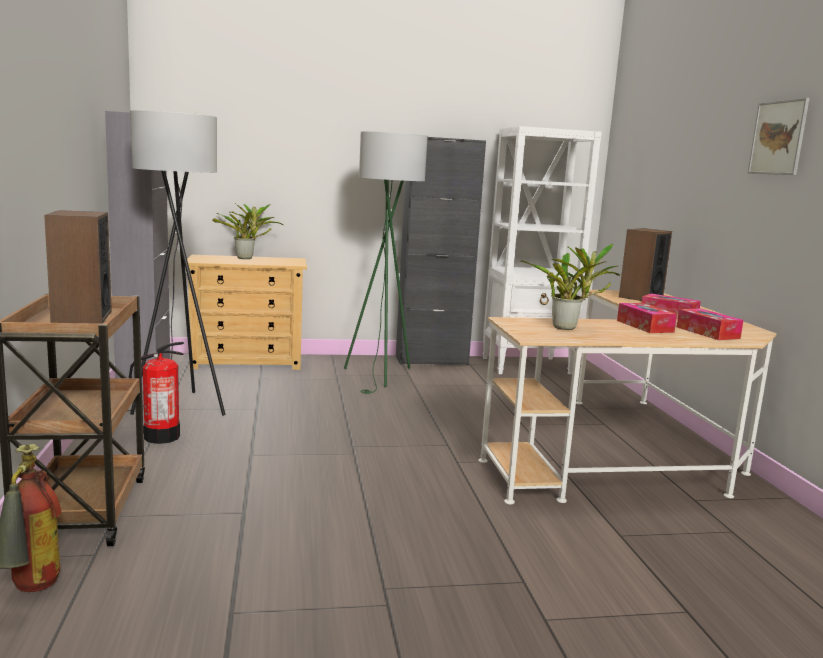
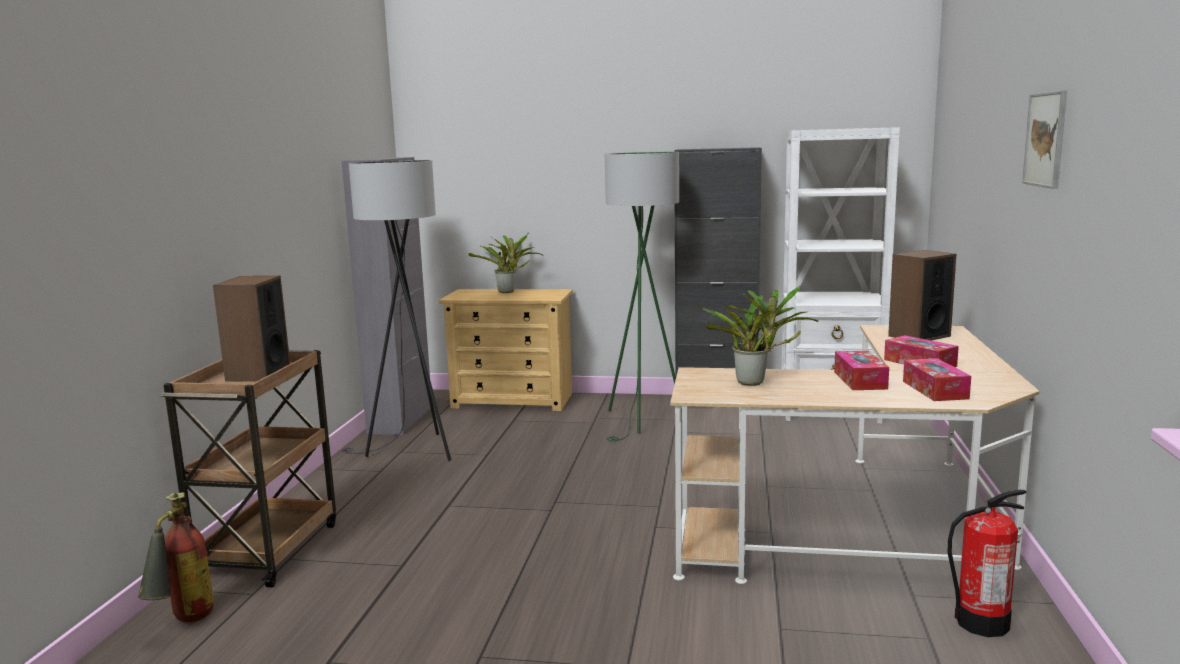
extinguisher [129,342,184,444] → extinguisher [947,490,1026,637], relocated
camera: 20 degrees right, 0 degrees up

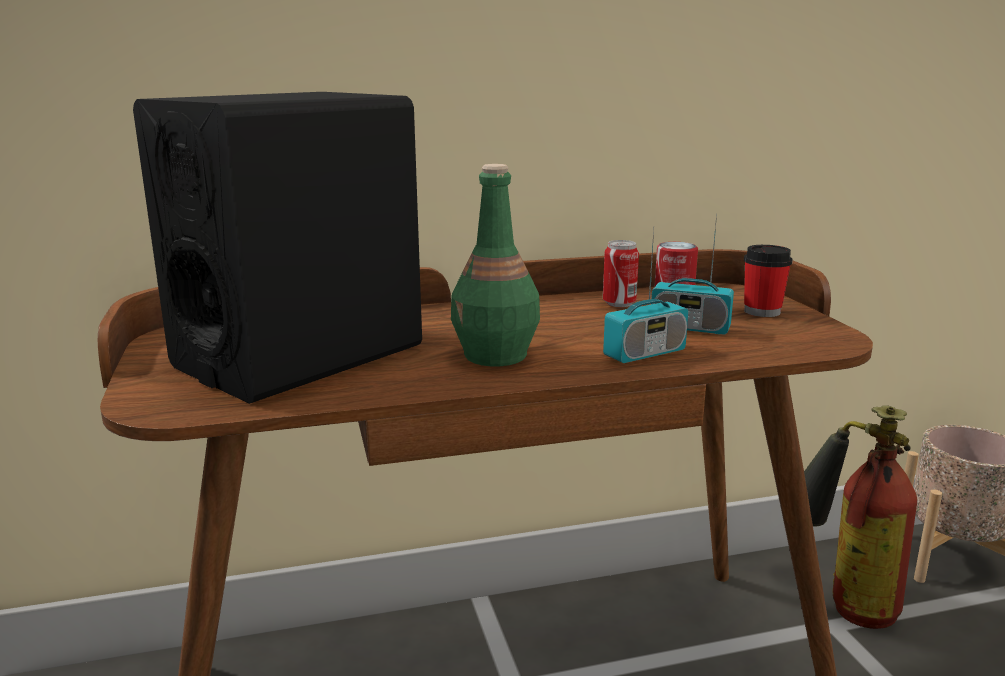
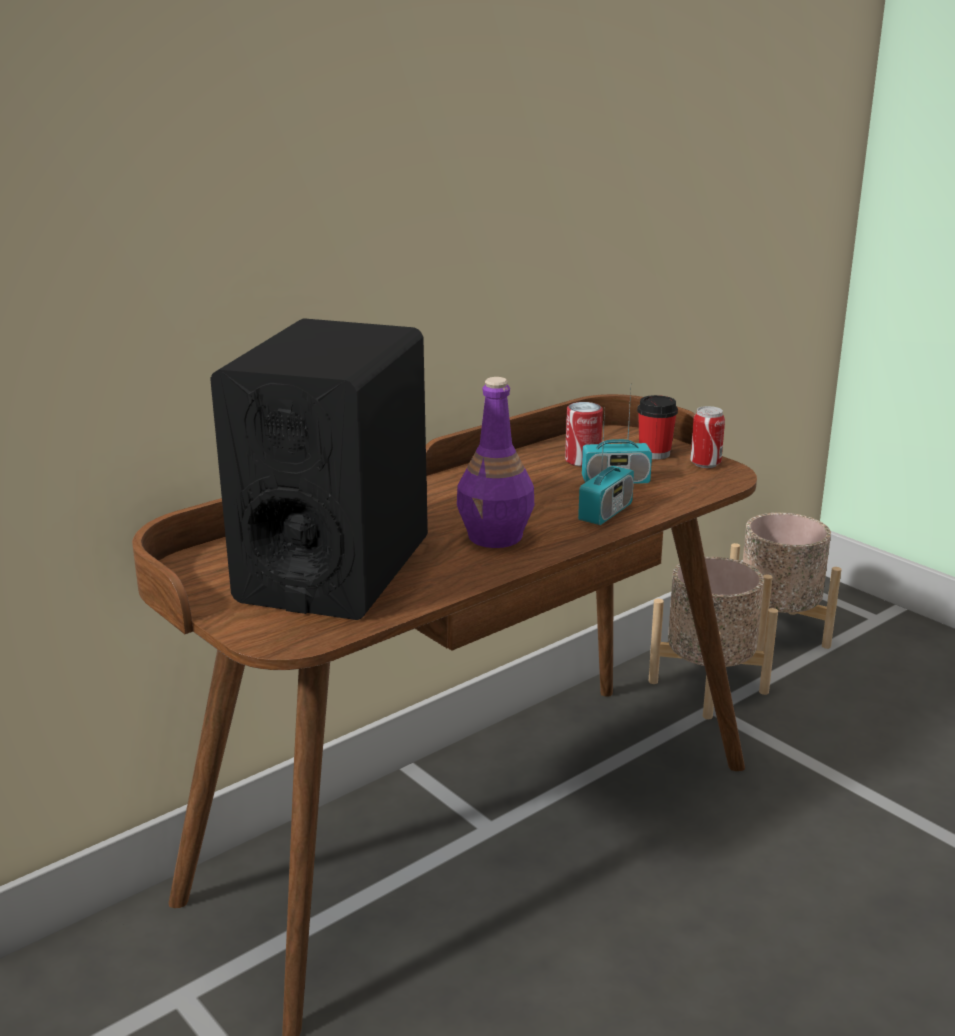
greenish beverage bottle [451,164,540,366] → purple beverage bottle [457,377,534,548]
sealed can [603,240,639,307] → sealed can [690,406,725,468], relocated
extinguisher [804,405,917,629] → sand-coloured flower pot [649,557,778,719]
camera: 25 degrees left, 5 degrees up

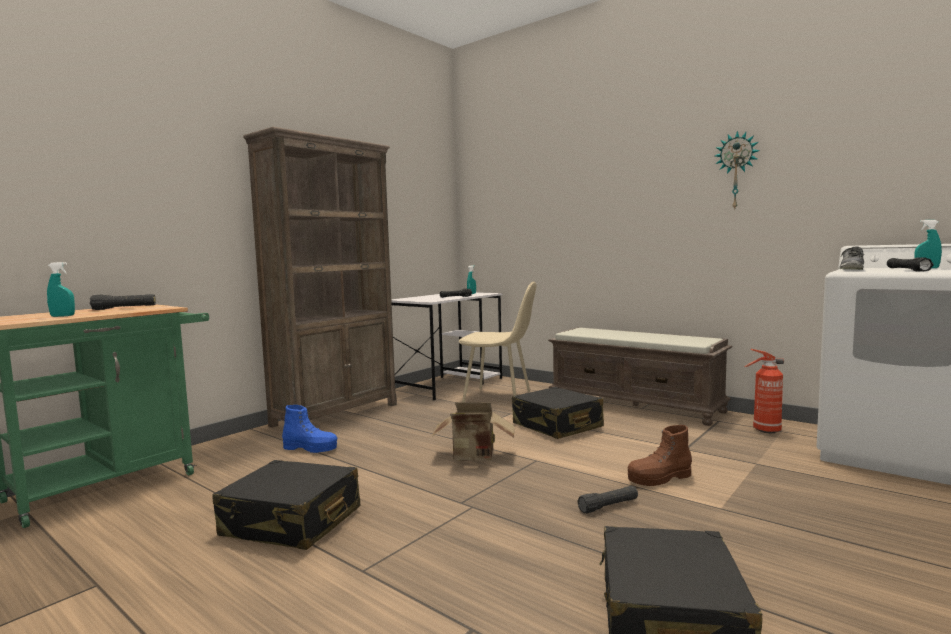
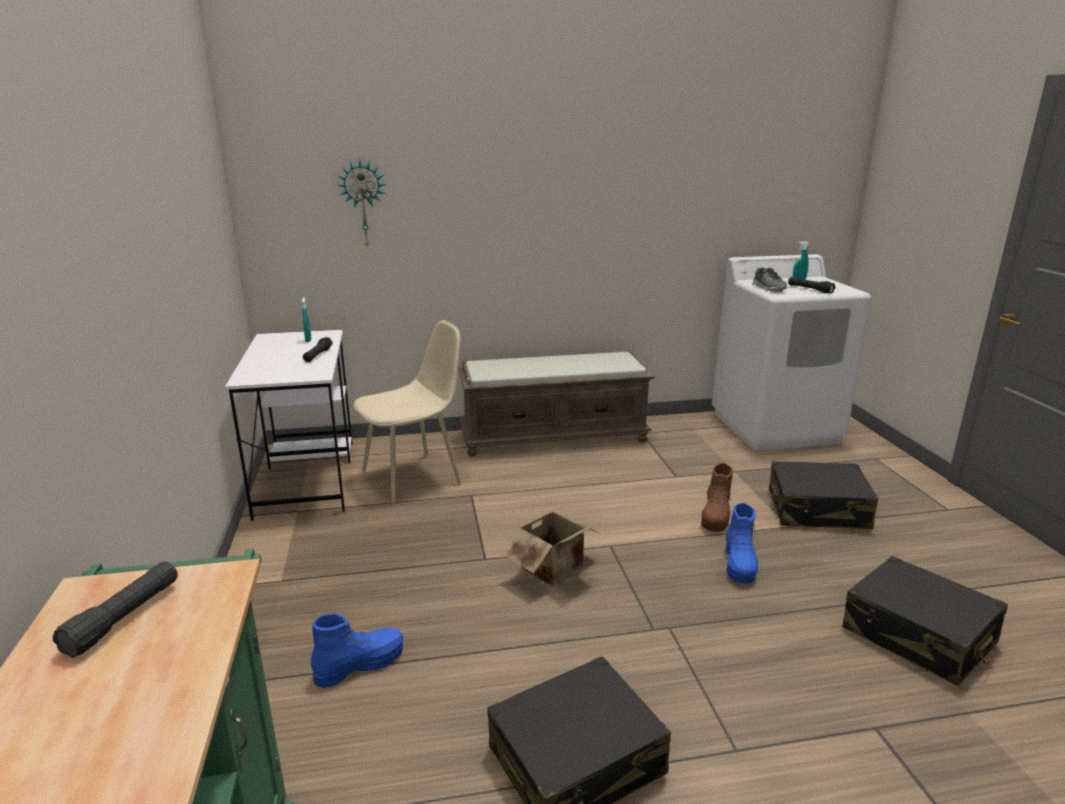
turquoise spray bottle [47,262,75,317] → -
brownish bookshelf [243,127,397,428] → -
blackish piece of luggage [512,387,604,439] → blackish piece of luggage [769,461,878,529], relocated
blackish torch [577,486,638,514] → blue tall boot [725,503,758,584]
wall clock [715,131,760,211] → wall clock [337,160,386,249], relocated
extinguisher [745,349,784,433] → -
camera: 50 degrees left, 15 degrees up

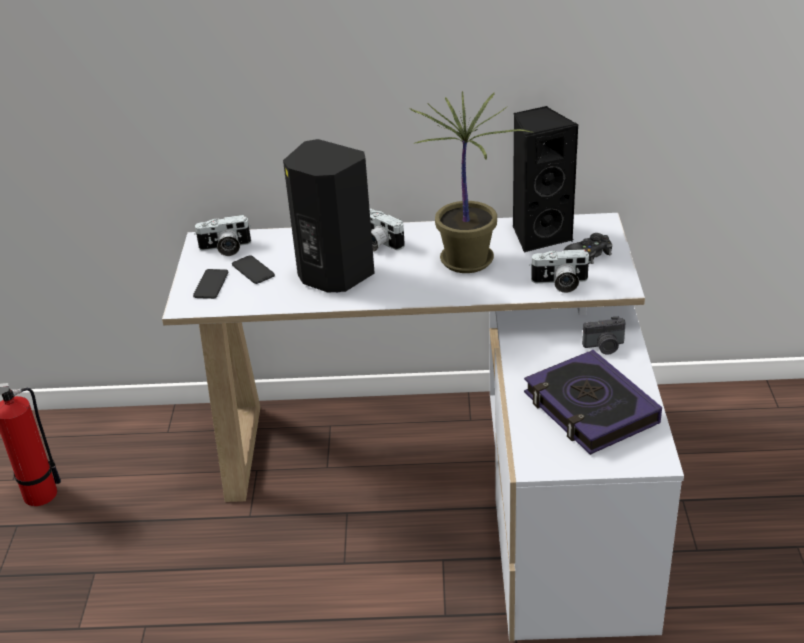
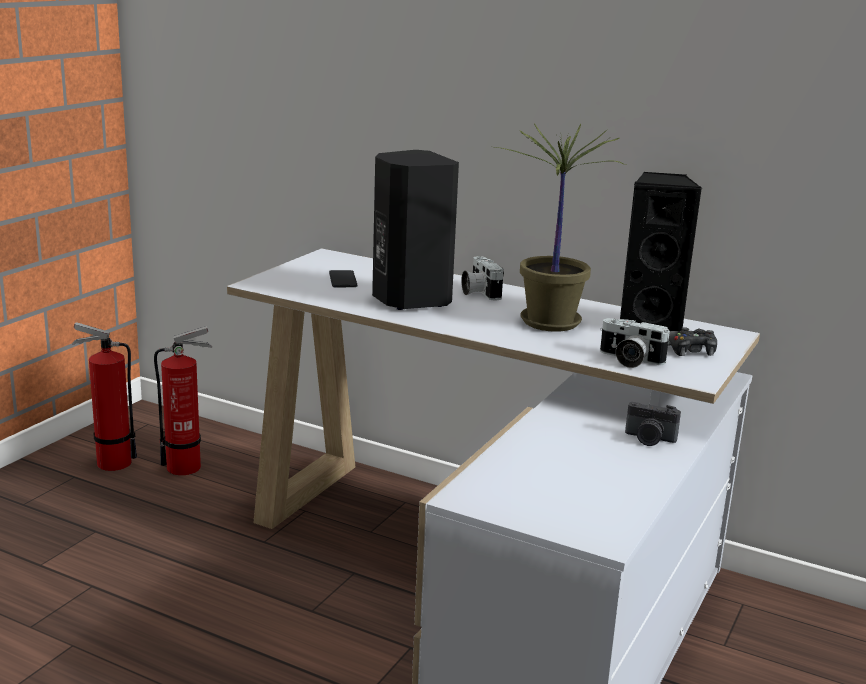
handset [193,269,228,299] → -
still camera [194,215,251,256] → -
bound book [524,350,662,455] → -
- → extinguisher [154,326,212,475]
camera: 25 degrees right, 15 degrees down

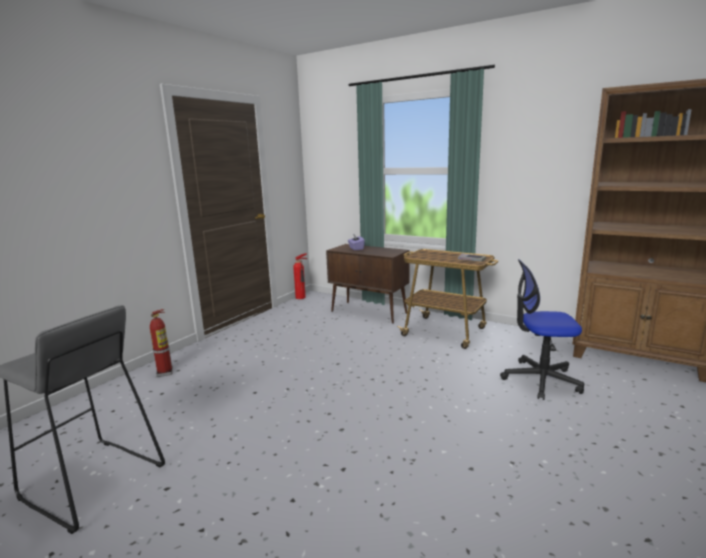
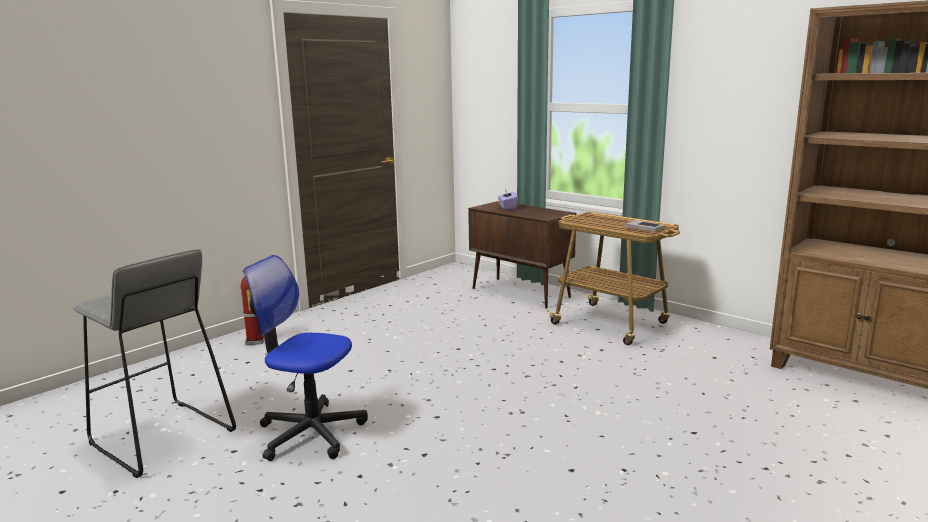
extinguisher [293,253,308,299] → -
computer chair [500,259,584,400] → computer chair [244,255,368,461], relocated
camera: 10 degrees right, 0 degrees up

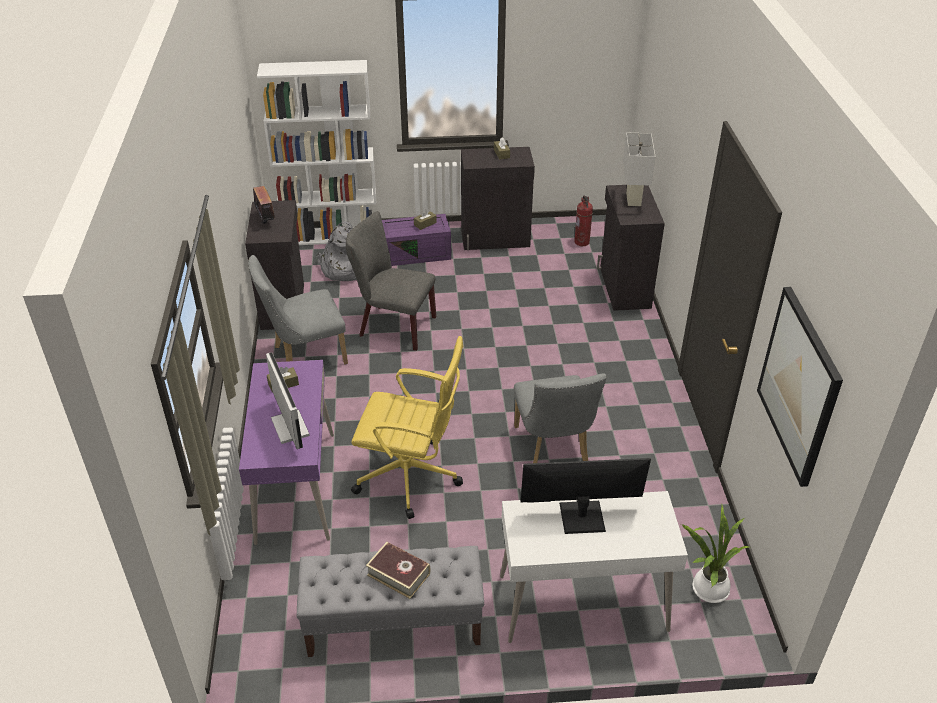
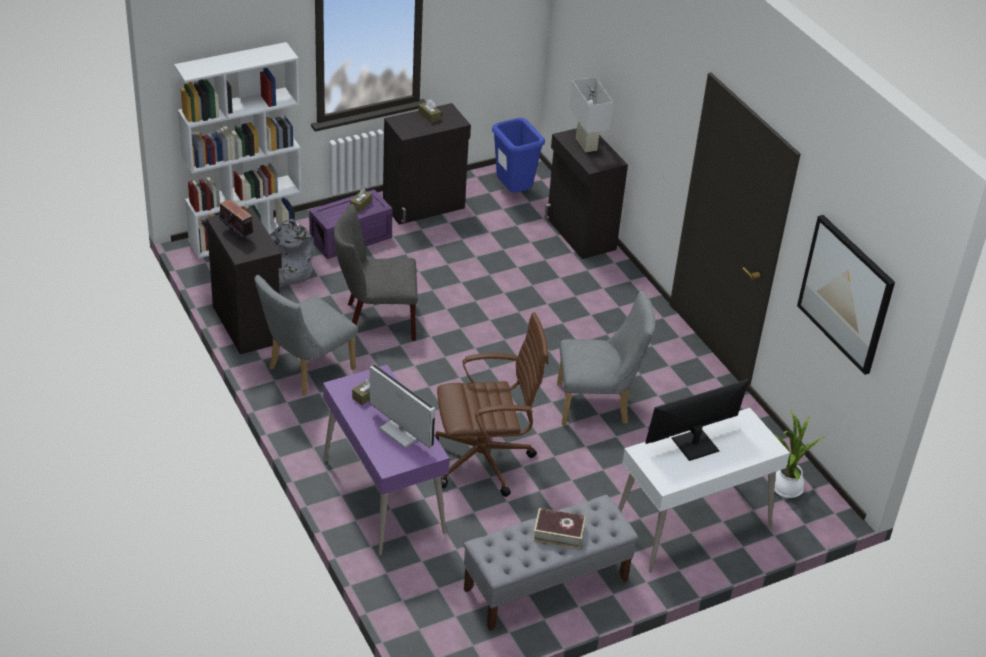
yellow computer chair [351,336,464,519] → brownish computer chair [435,312,549,497]
greyish upright chair [514,373,607,463] → greyish upright chair [557,291,655,425], 60 degrees counterclockwise
extinguisher [574,196,593,246] → blue trash can [492,118,545,193]
camera: 25 degrees left, 0 degrees up

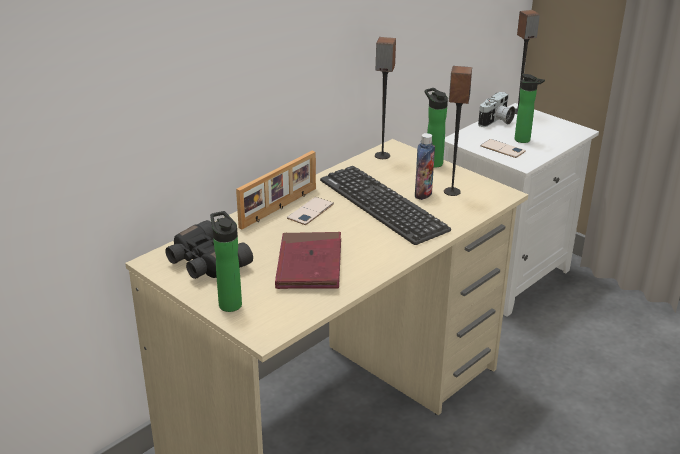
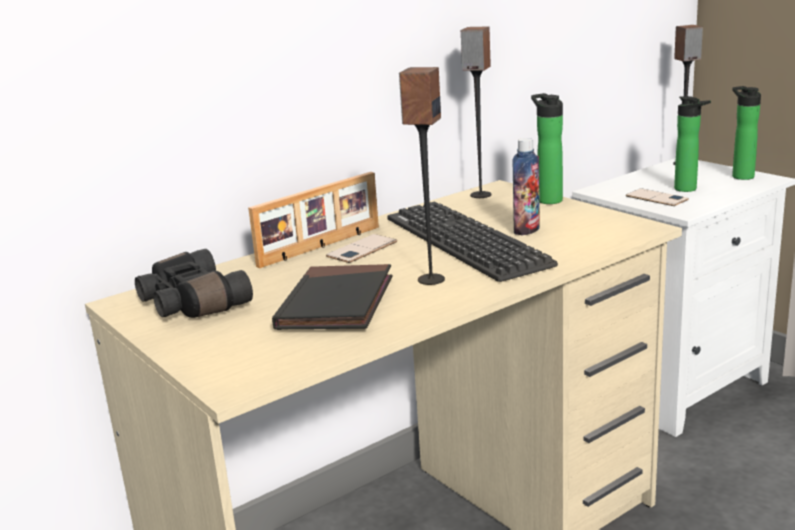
beverage bottle [210,211,242,312] → beverage bottle [732,86,761,180], relocated
reddish bound book [275,232,341,289] → blackish bound book [272,264,392,330]
audio speaker [444,66,472,196] → audio speaker [399,67,445,285], relocated
still camera [478,92,515,127] → -
camera: 10 degrees right, 10 degrees down

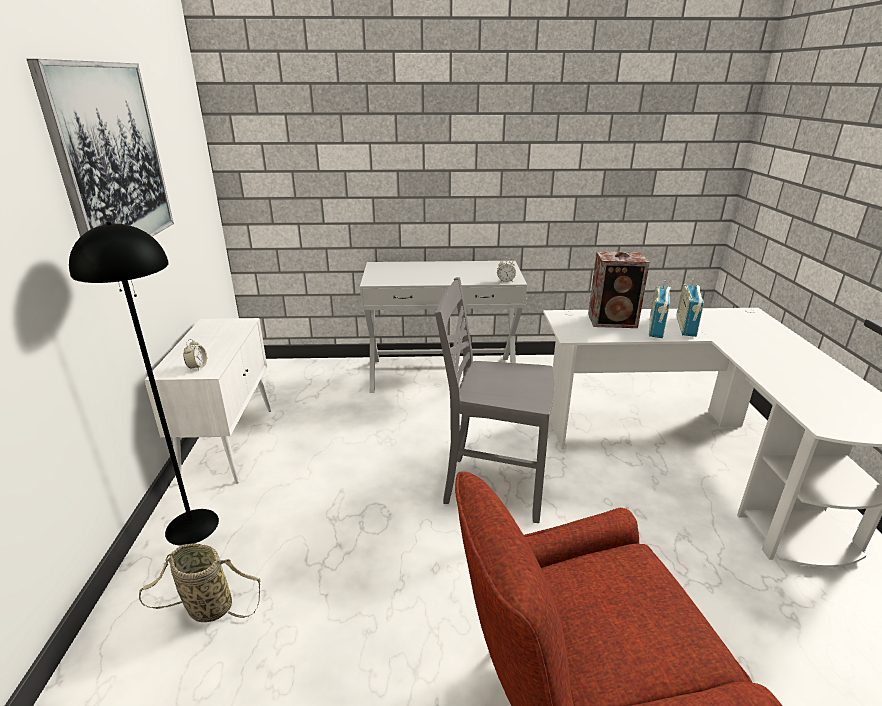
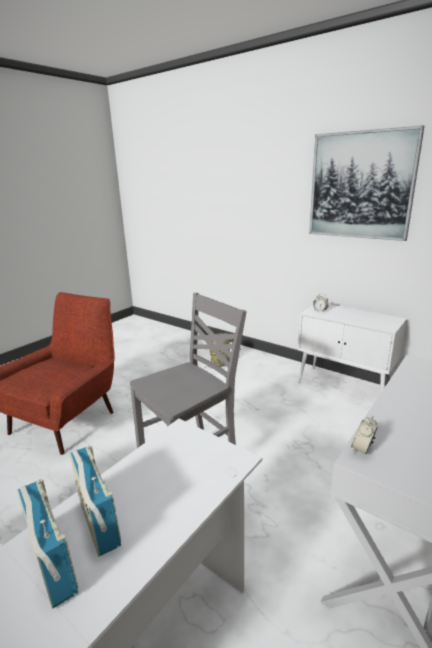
blackish floor lamp [69,222,219,546] → -
audio speaker [588,251,650,328] → -
camera: 130 degrees right, 5 degrees down

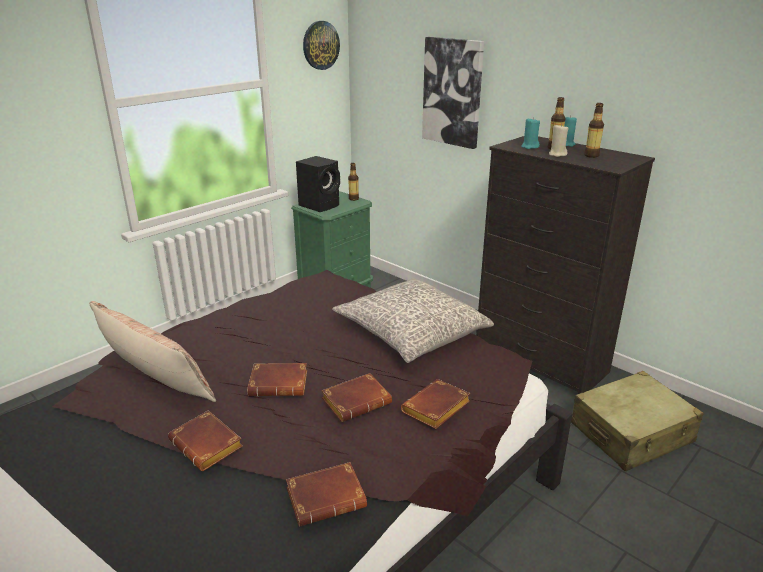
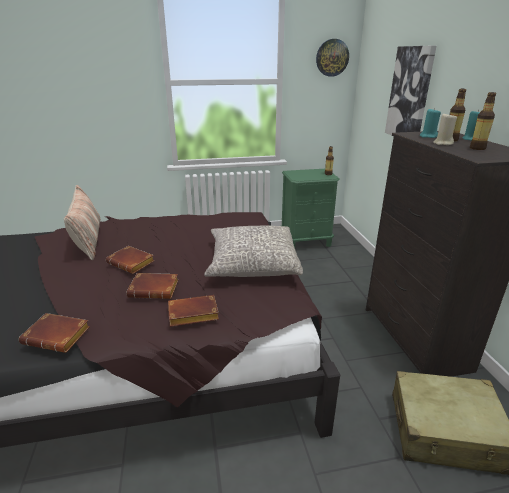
brownish bound book [168,410,243,471] → -
blackish audio speaker [296,156,340,212] → -
camera: 35 degrees right, 0 degrees up

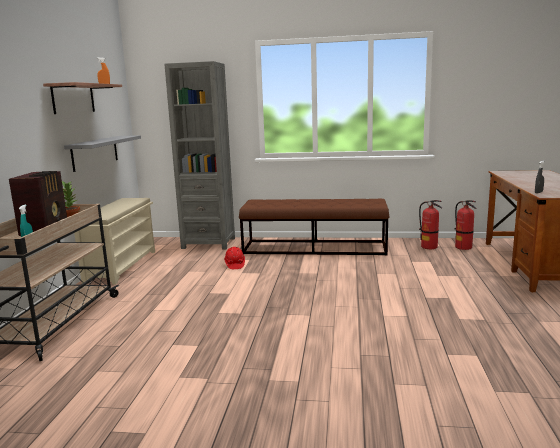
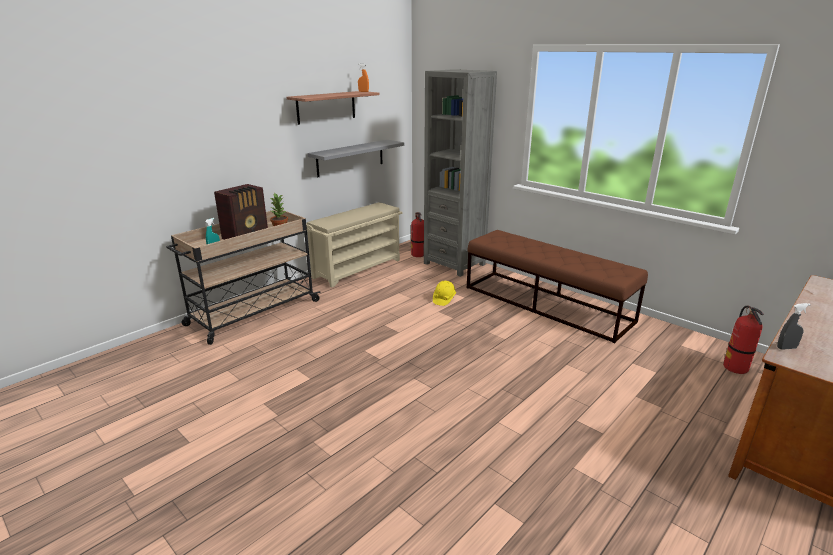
reddish work helmet [224,247,245,269] → yellow work helmet [433,281,456,306]
extinguisher [419,200,442,249] → extinguisher [411,212,424,257], relocated
camera: 35 degrees right, 10 degrees up

